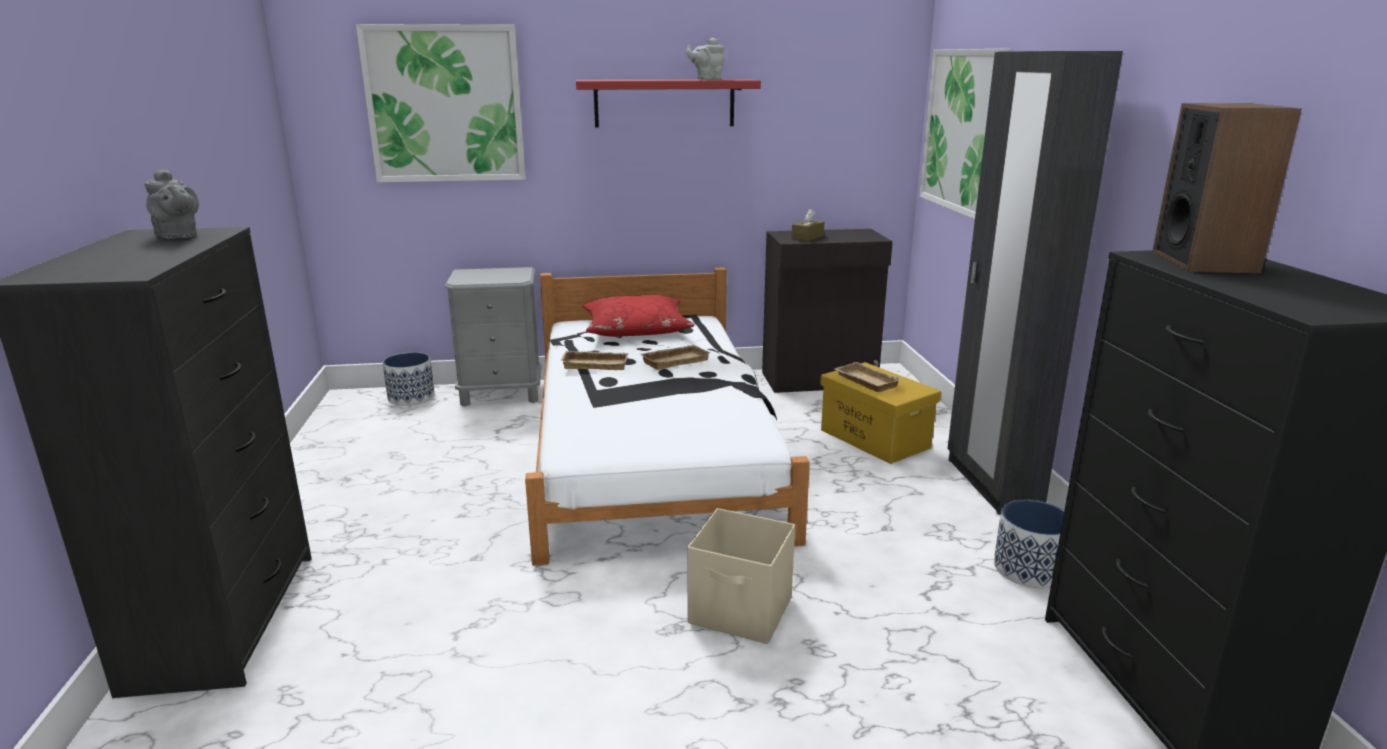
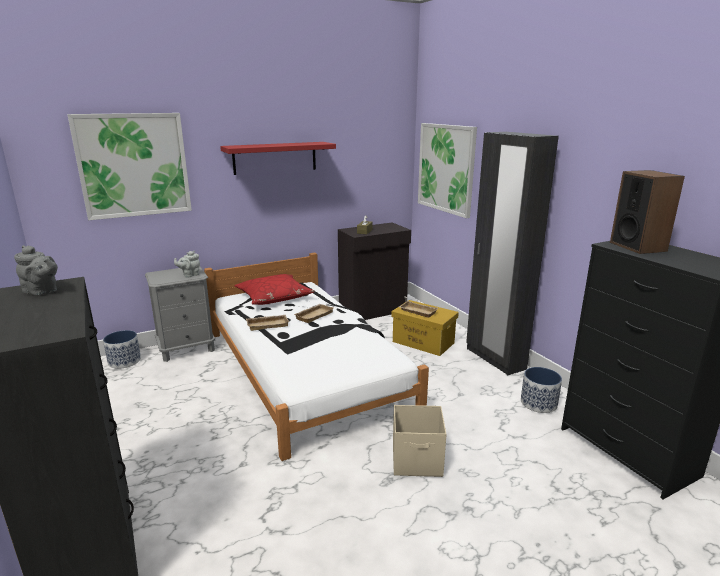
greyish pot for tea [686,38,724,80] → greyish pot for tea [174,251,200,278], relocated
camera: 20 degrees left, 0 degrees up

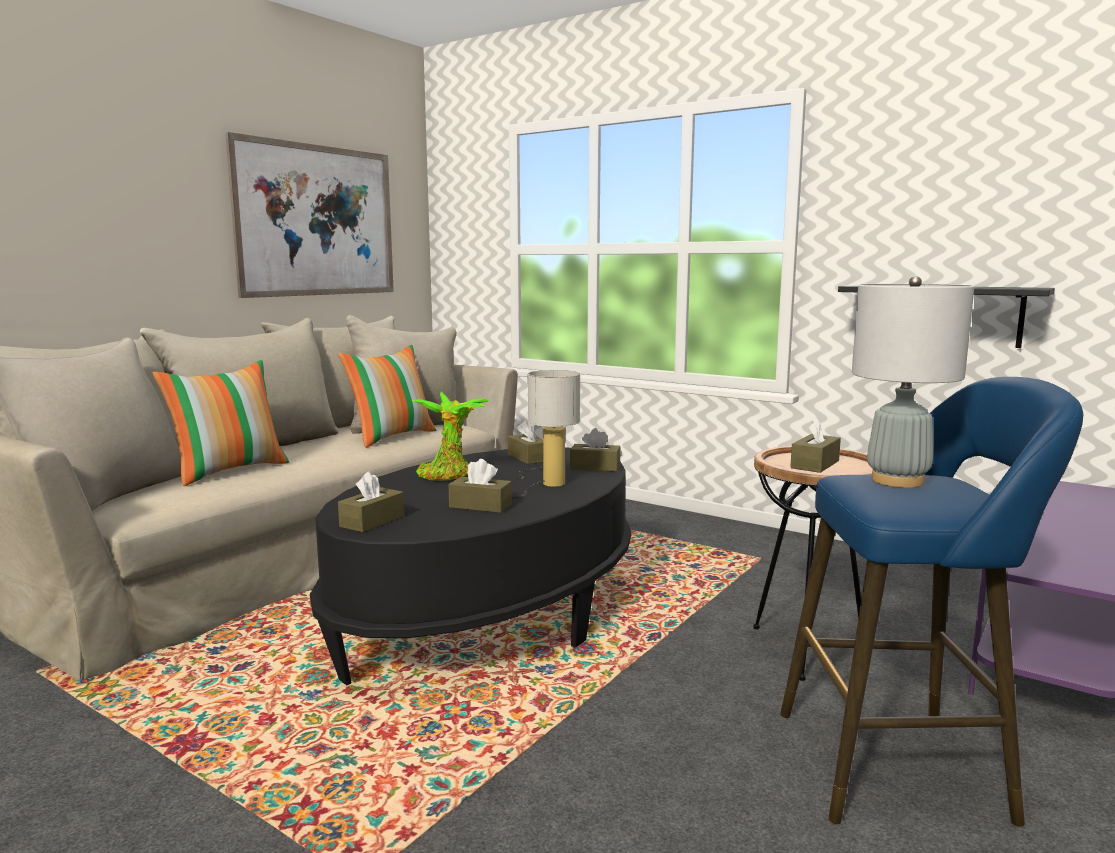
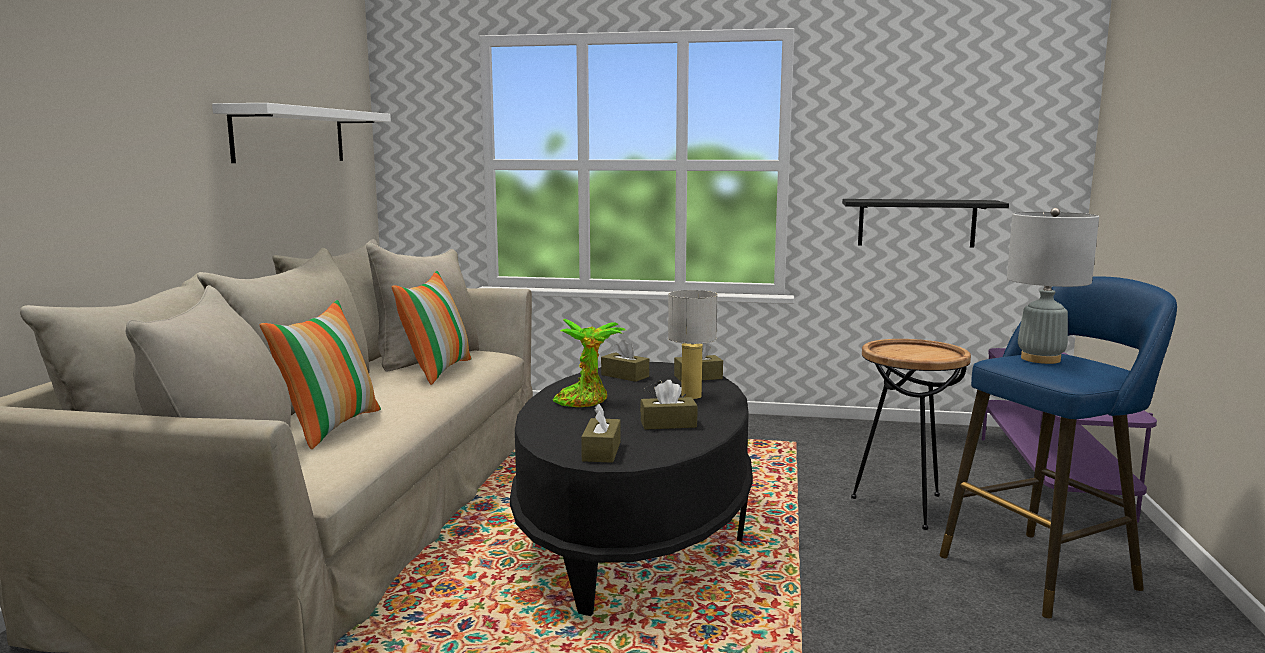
picture [225,132,394,298] → white bracket shelf [212,103,391,163]
brownish tissue holder [790,417,841,473] → -
camera: 25 degrees left, 0 degrees up

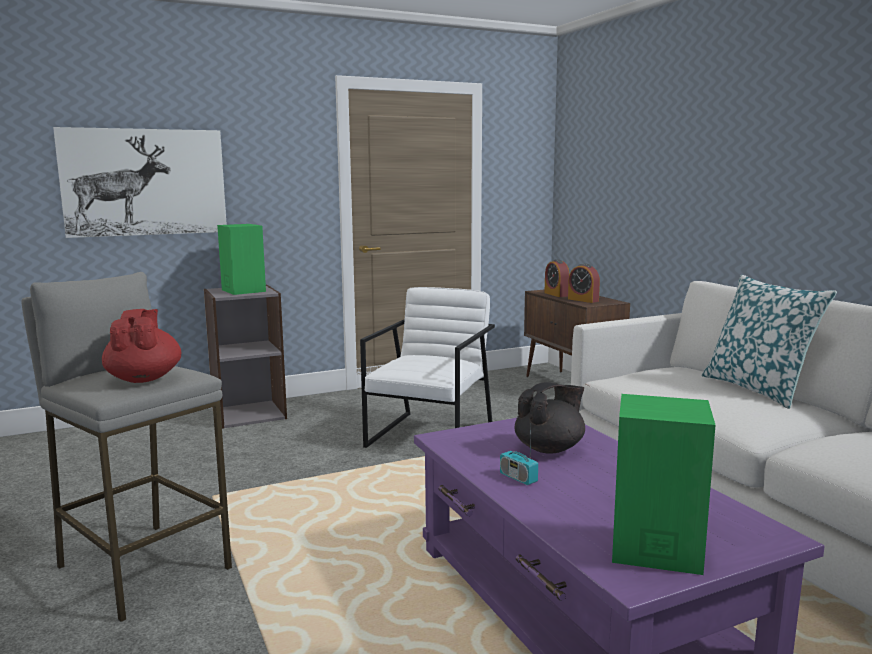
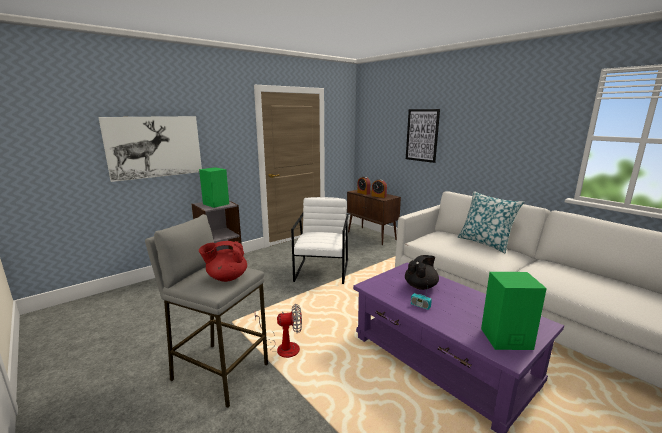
reddish pot for tea [102,309,181,383] → reddish pot for tea [199,241,247,282], 75 degrees counterclockwise
- → cooling fan [255,304,302,358]
- → picture [406,109,440,163]
camera: 15 degrees left, 5 degrees up

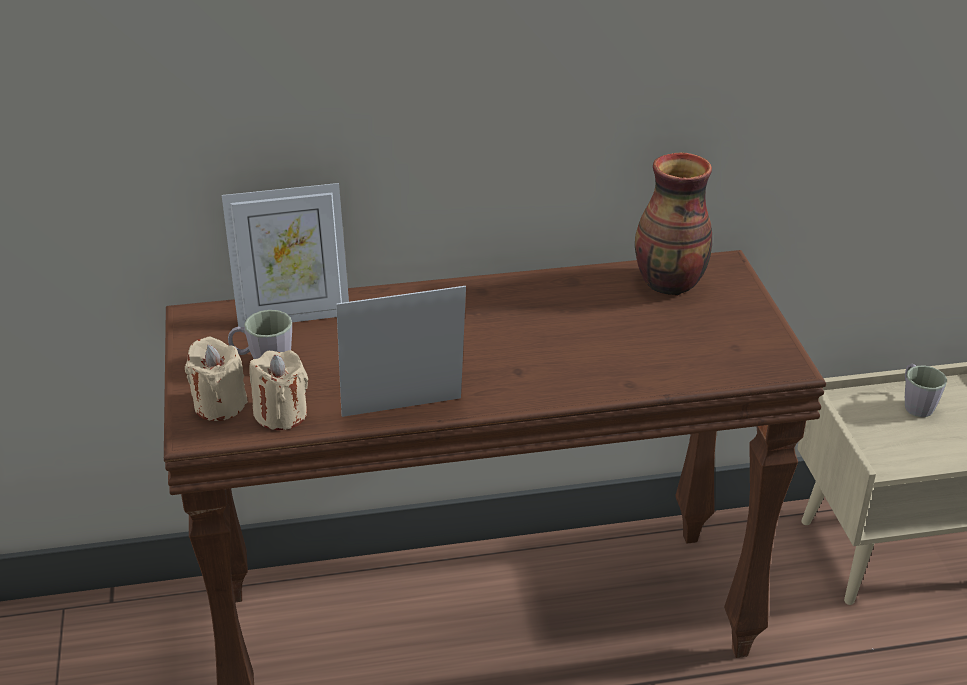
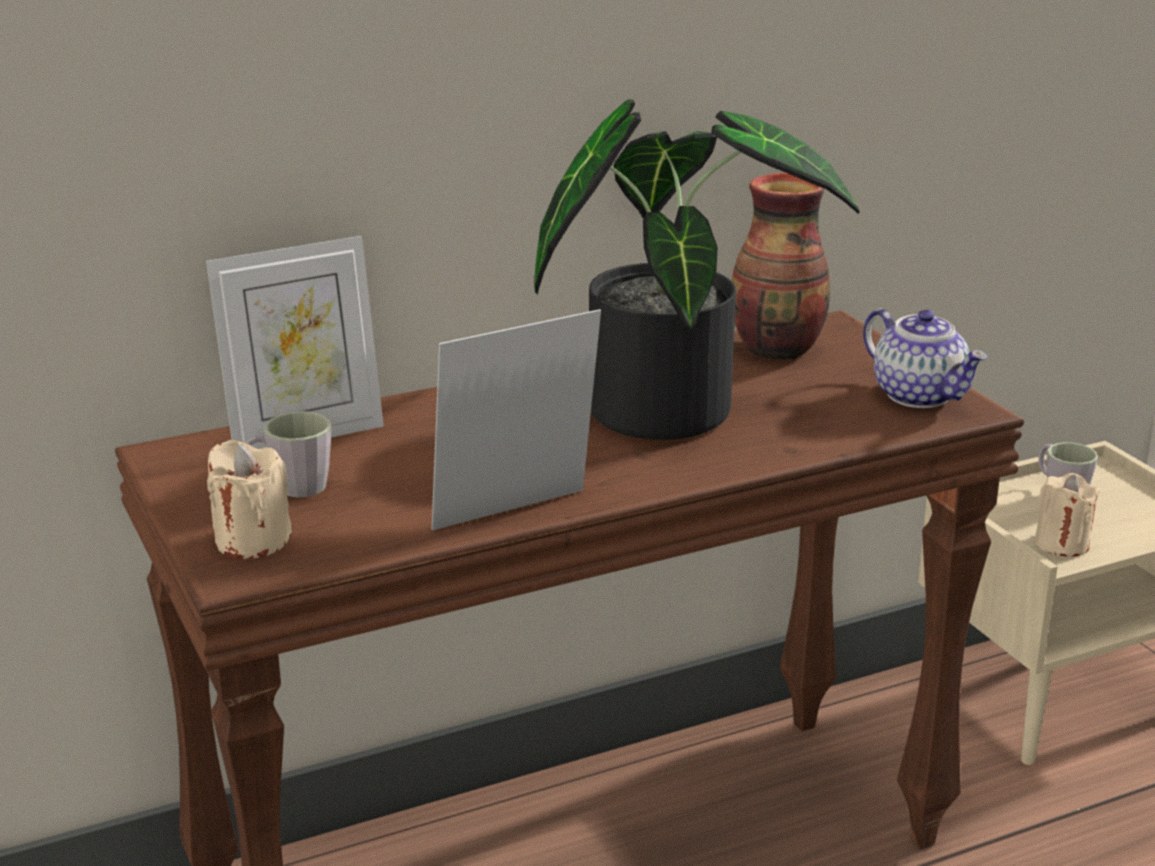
sand-coloured candle [249,350,308,430] → sand-coloured candle [1035,473,1100,557], relocated
- → plant in a pot [534,99,860,440]
- → pot for tea [863,308,987,408]
camera: 15 degrees left, 10 degrees down

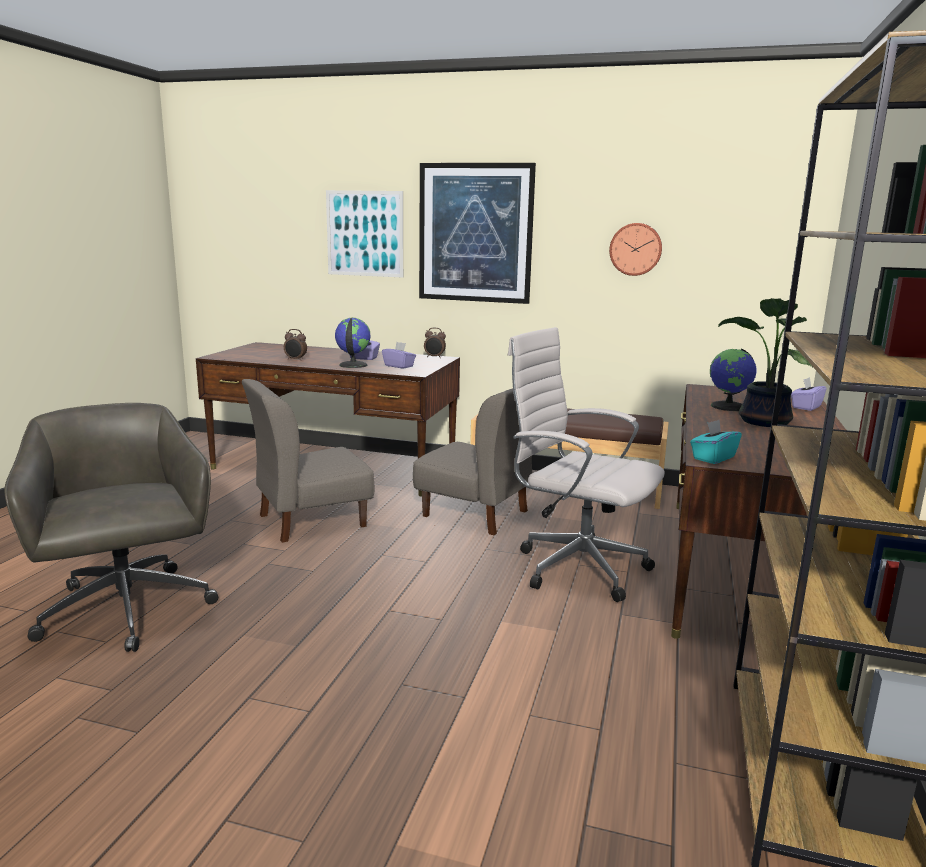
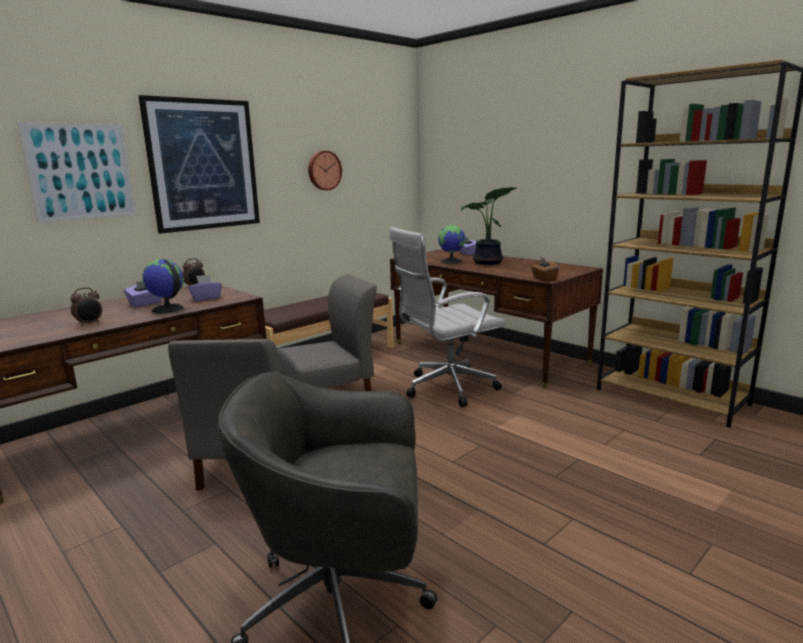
turquoise tissue holder [690,420,742,464] → brownish tissue holder [531,257,559,281]
camera: 60 degrees left, 0 degrees up

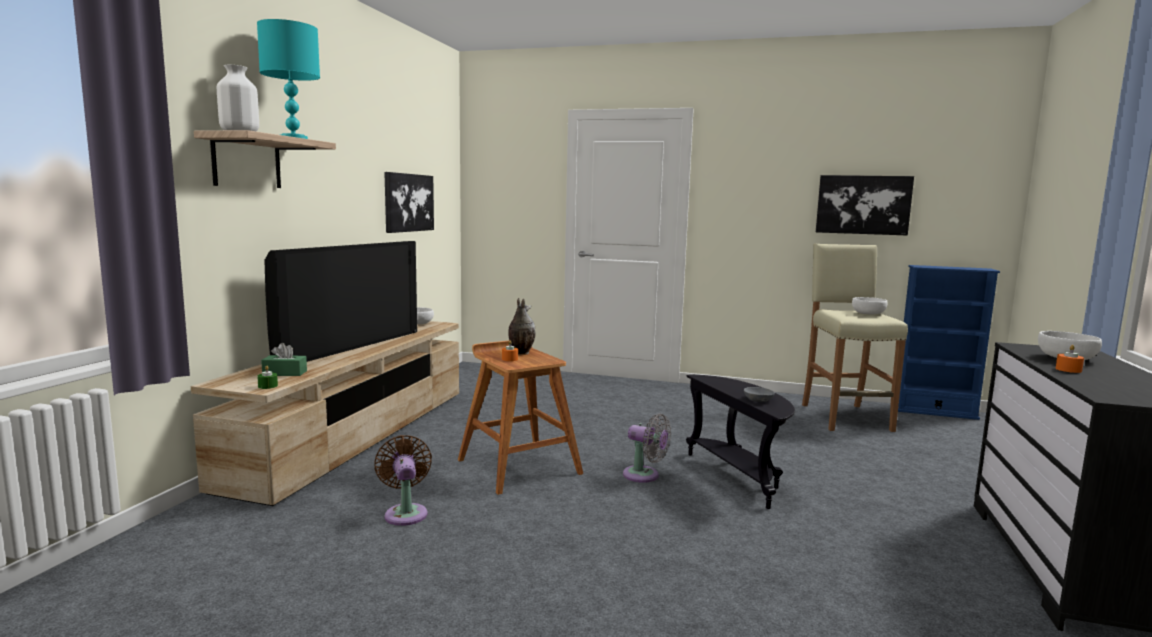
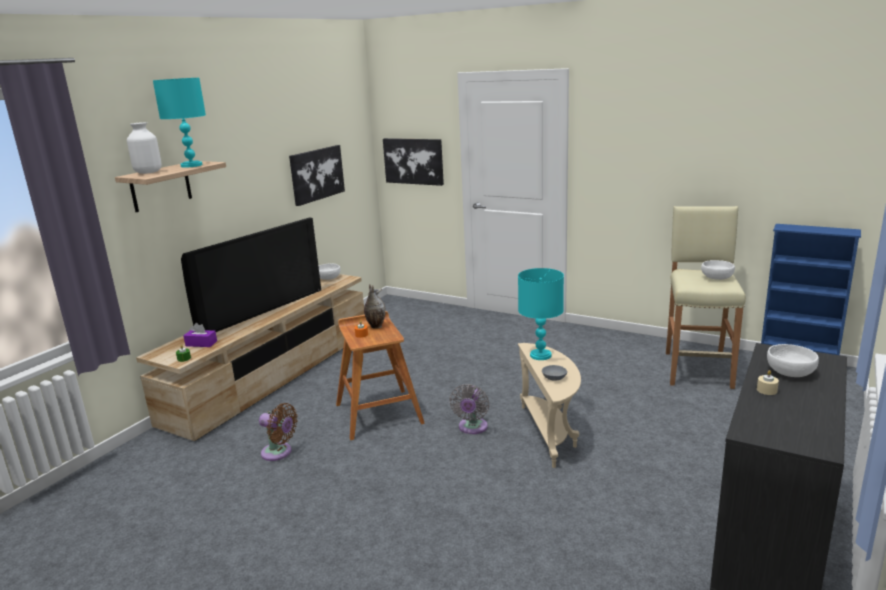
greenish tissue holder [261,343,307,376] → purple tissue holder [183,323,217,347]
brownish cooling fan [374,435,432,526] → brownish cooling fan [259,403,298,461], 120 degrees clockwise
greyish cooling fan [623,413,671,483] → greyish cooling fan [449,384,489,434], 60 degrees clockwise
blackish side table [686,375,795,509] → sand-coloured side table [518,343,581,468]
picture [816,175,914,235] → picture [383,138,444,186], relocated
orange candle [1056,345,1084,373] → sand-coloured candle [757,370,779,395]
- → turquoise lamp for a table [518,268,564,360]
camera: 15 degrees right, 10 degrees up

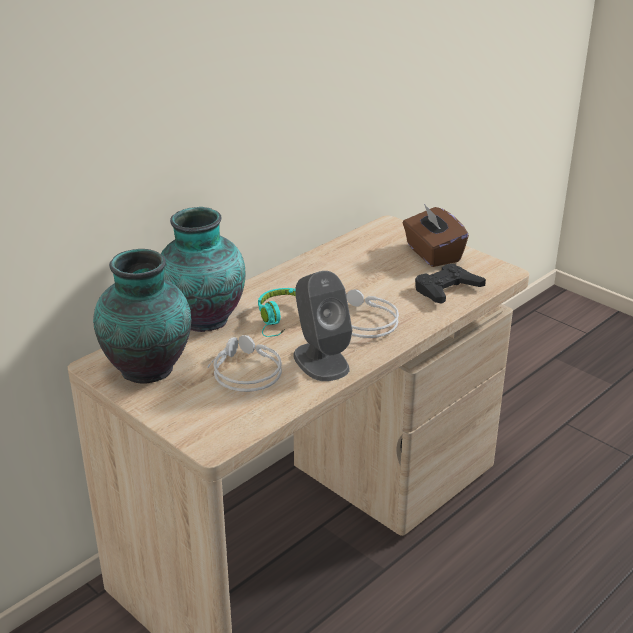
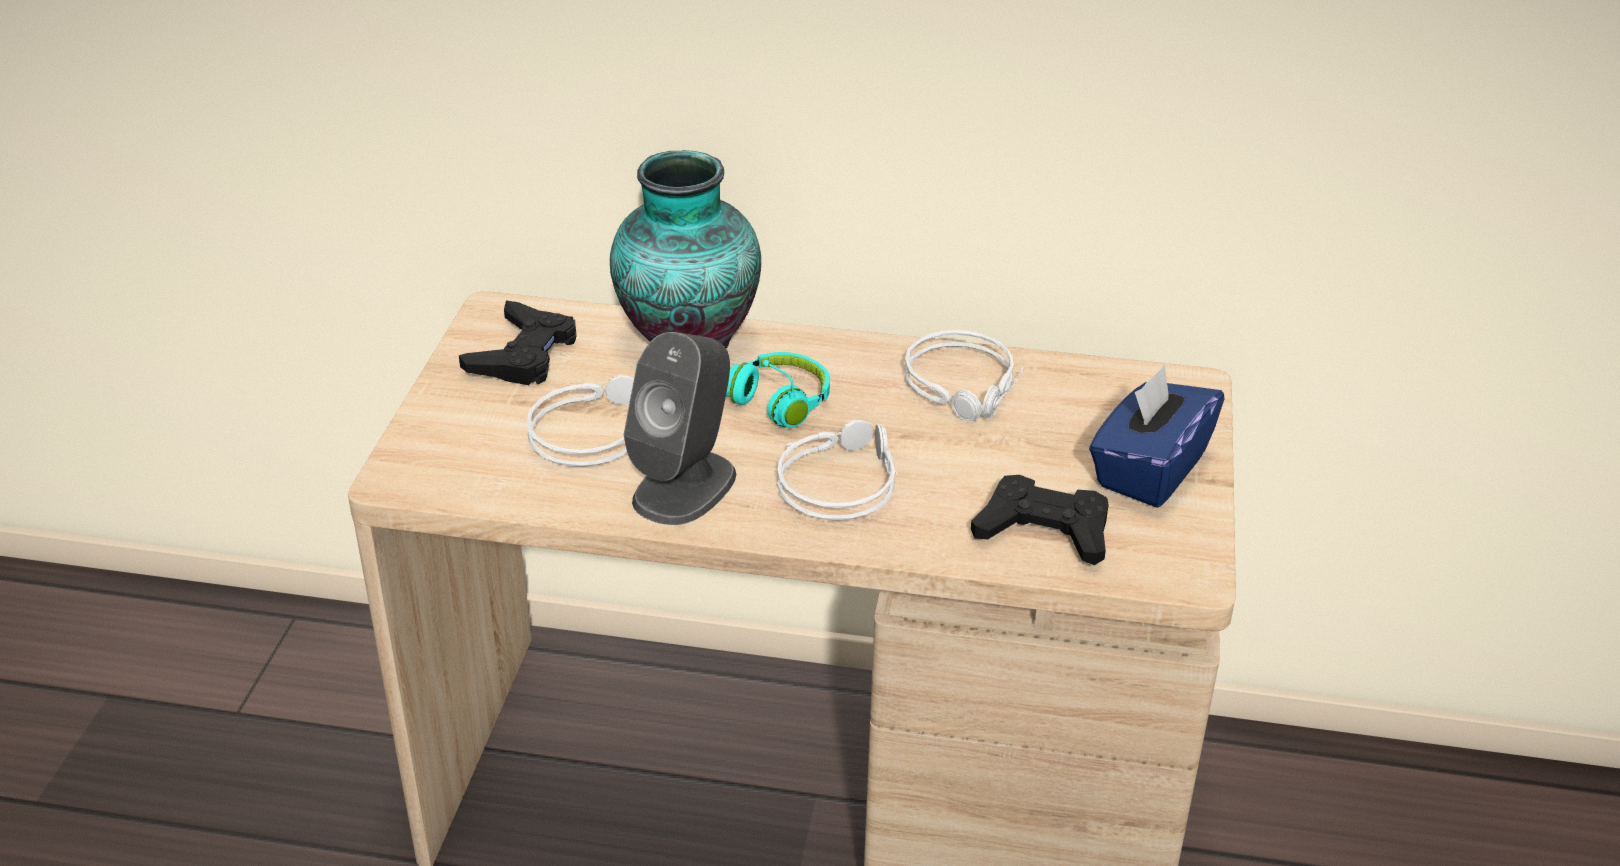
vase [93,249,192,384] → blackish game controller [459,300,577,385]
brownish tissue holder [403,204,469,267] → blue tissue holder [1089,364,1225,508]
- → greyish headset [904,330,1024,421]
camera: 55 degrees right, 5 degrees up

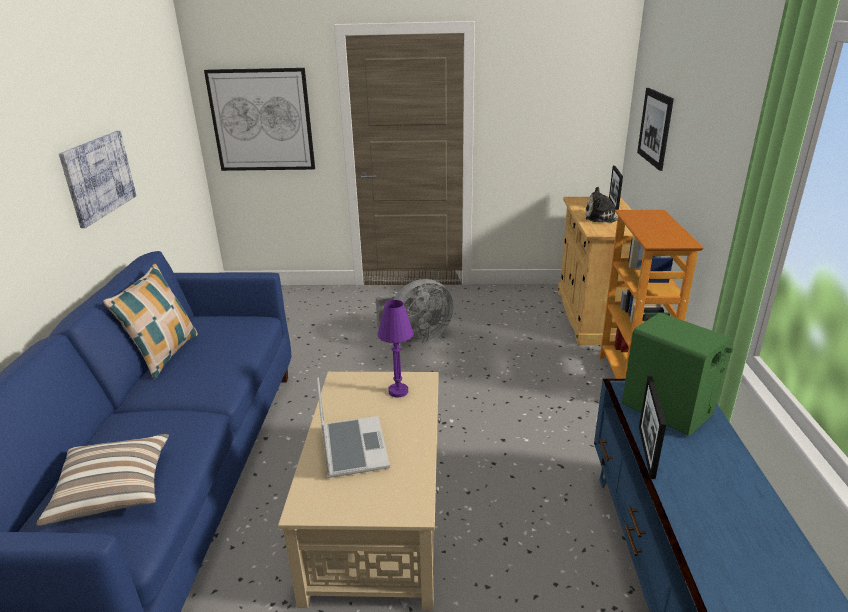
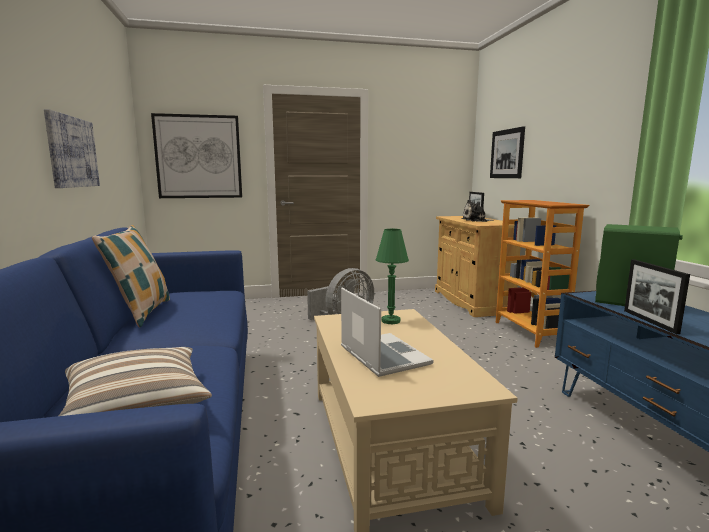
purple lamp for a table [378,300,414,398] → greenish lamp for a table [376,229,409,324]
camera: 15 degrees left, 15 degrees down

